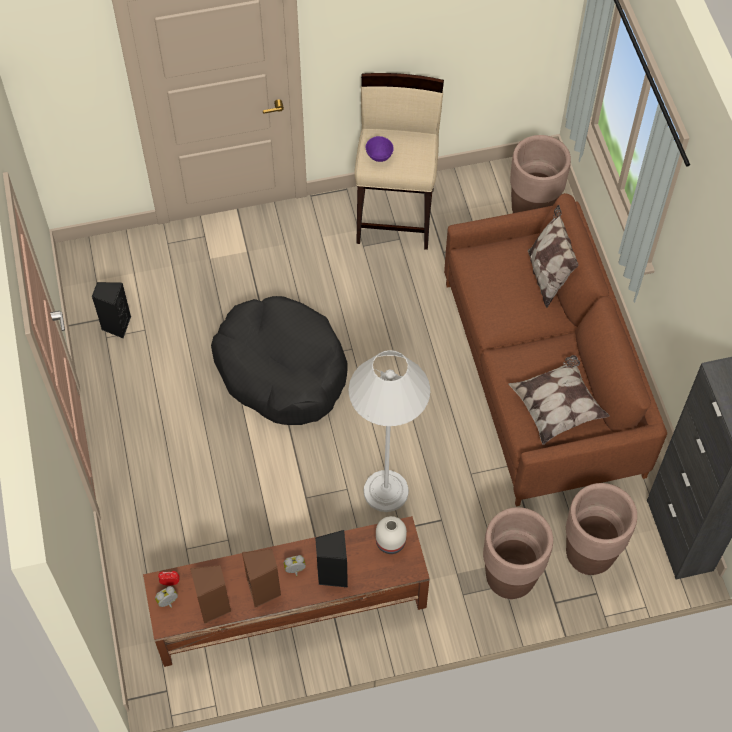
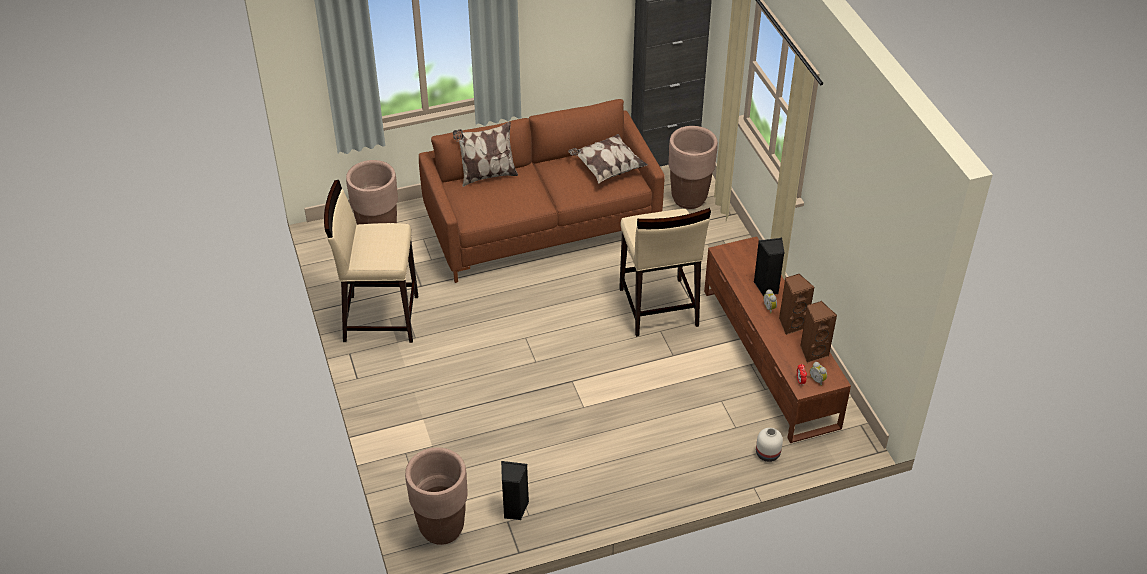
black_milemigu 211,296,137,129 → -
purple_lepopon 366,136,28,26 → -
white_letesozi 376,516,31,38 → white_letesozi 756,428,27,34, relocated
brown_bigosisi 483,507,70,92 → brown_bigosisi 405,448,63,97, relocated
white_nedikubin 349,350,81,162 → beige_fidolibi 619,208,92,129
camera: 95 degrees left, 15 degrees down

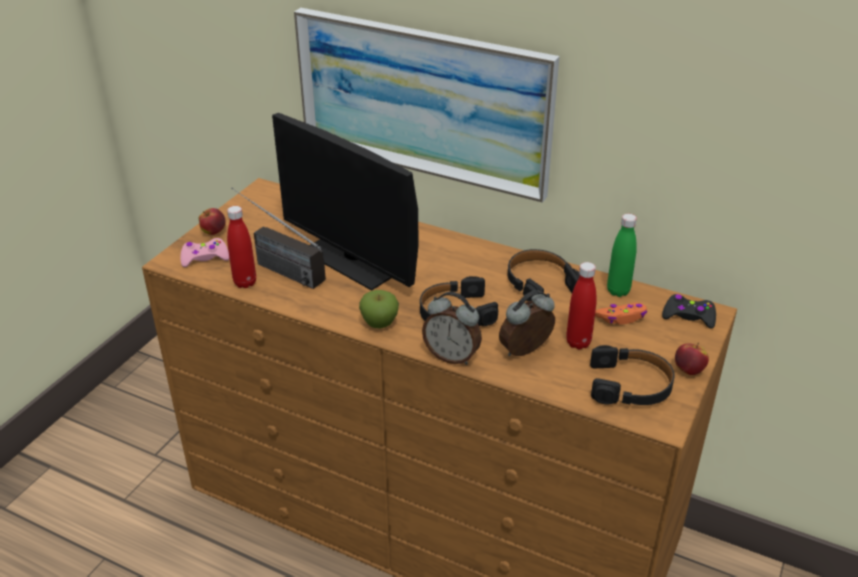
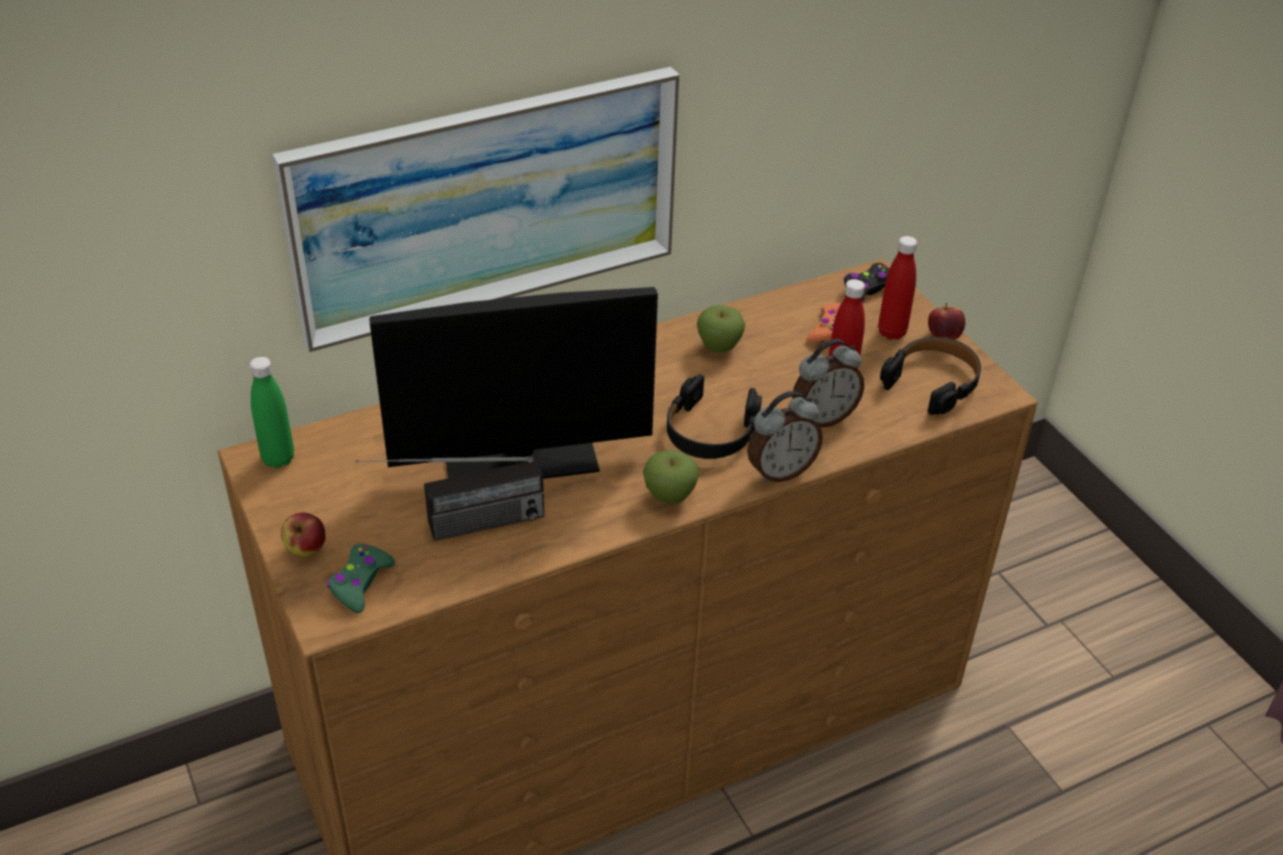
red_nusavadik 227,206,29,82 → red_nusavadik 878,236,39,103, relocated
green_nusavadik 607,214,30,83 → green_nusavadik 250,357,44,111, relocated
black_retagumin 508,249,72,53 → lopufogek 697,305,48,48
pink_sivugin 181,238,49,29 → green_sivugin 327,544,68,69
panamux 499,290,56,66 → panamux 792,339,72,89, 120 degrees counterclockwise
camera: 55 degrees left, 5 degrees up

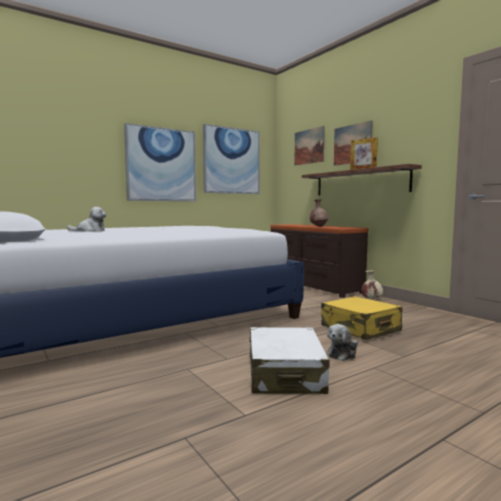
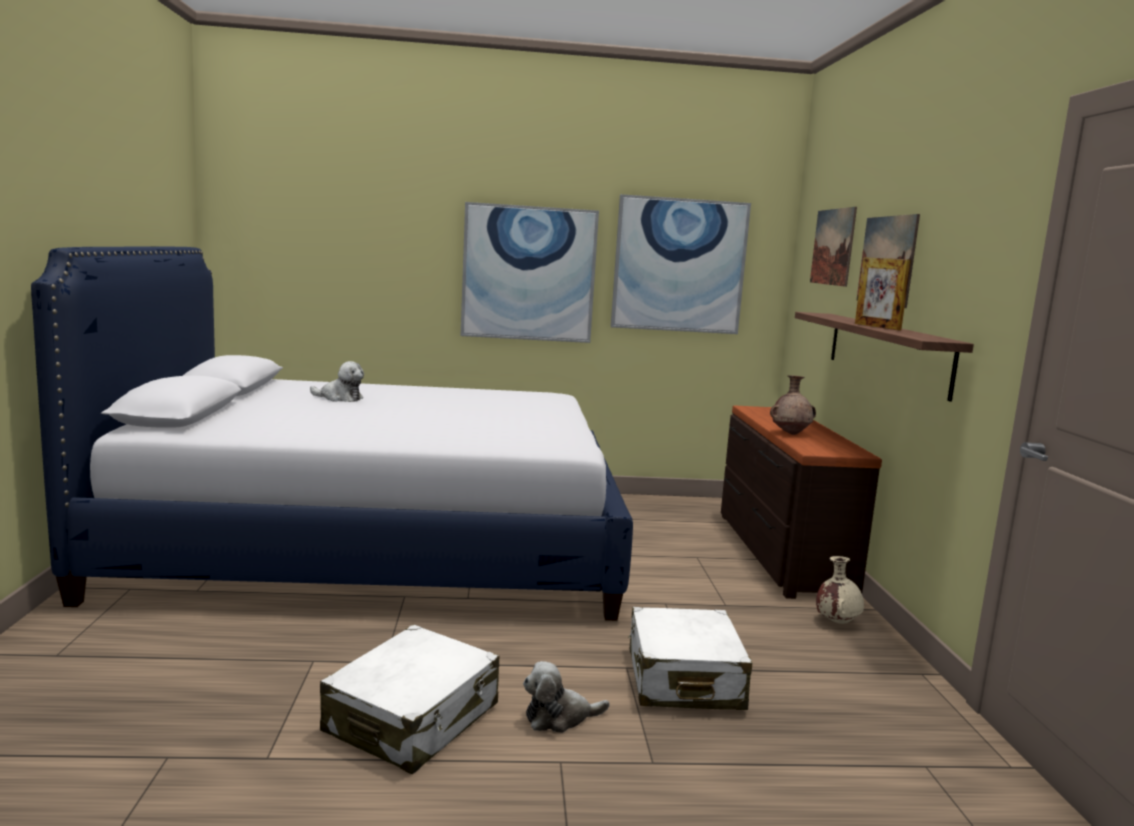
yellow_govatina 321,296,81,44 → white_govatina 628,607,124,103
camera: 30 degrees right, 5 degrees up

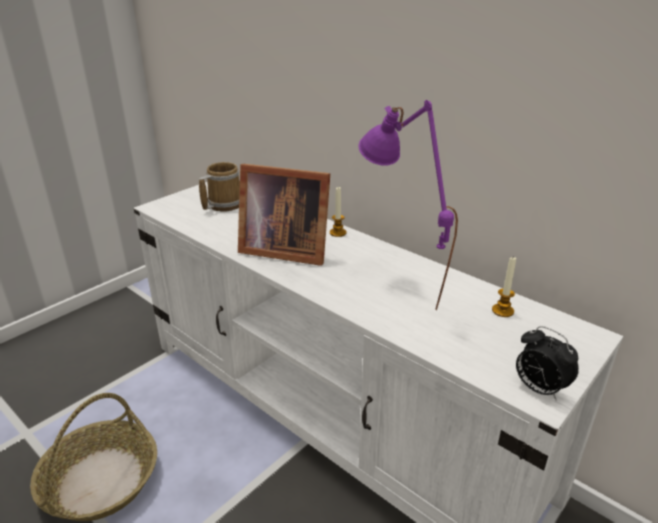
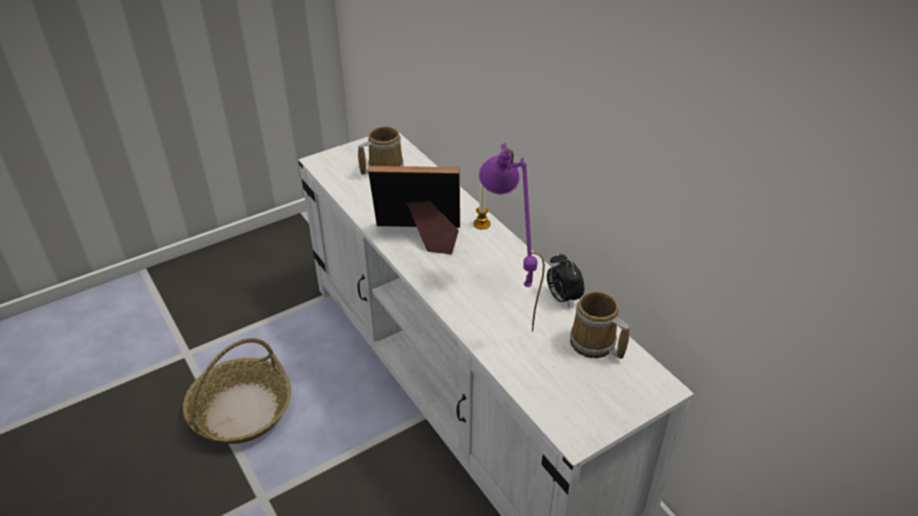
panamux 516,326,63,75 → panamux 547,252,37,55, relocated
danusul 492,256,24,61 → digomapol 570,291,59,68
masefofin 238,164,92,102 → masefofin 368,166,92,88, 150 degrees clockwise
camera: 15 degrees right, 10 degrees up

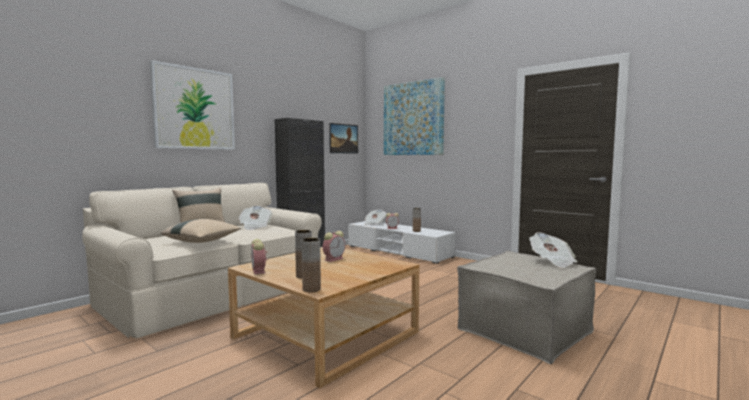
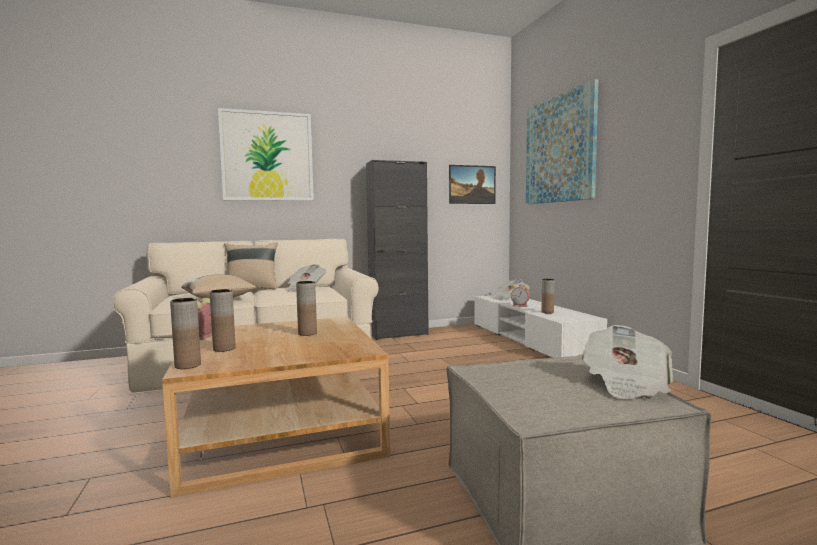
panamux 323,231,22,31 → brown_letesozi 296,281,21,55
camera: 30 degrees right, 0 degrees up

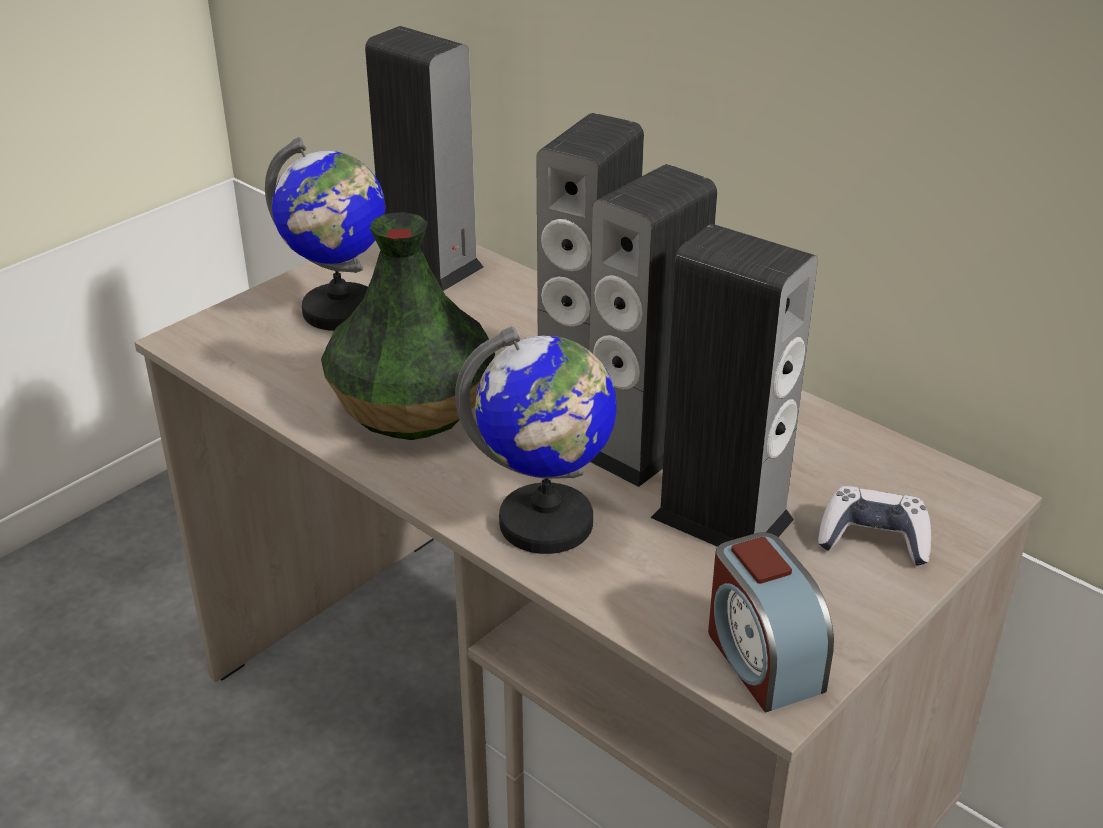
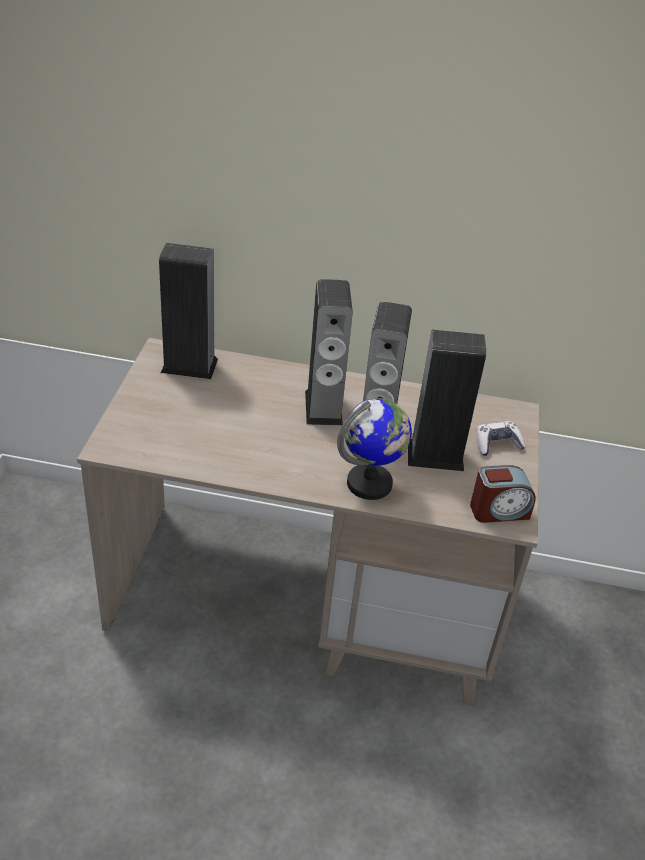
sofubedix 265,137,120,194 → -
letesozi 321,212,174,228 → -
panamux 708,532,126,180 → panamux 470,465,66,58, 45 degrees counterclockwise
camera: 35 degrees left, 5 degrees up

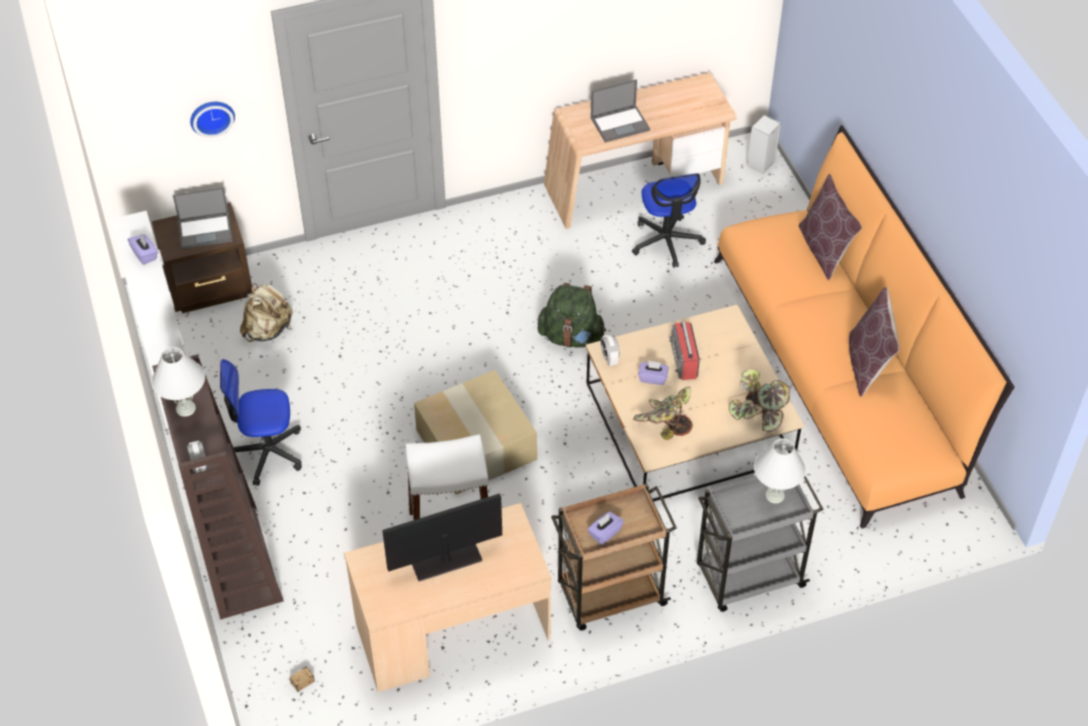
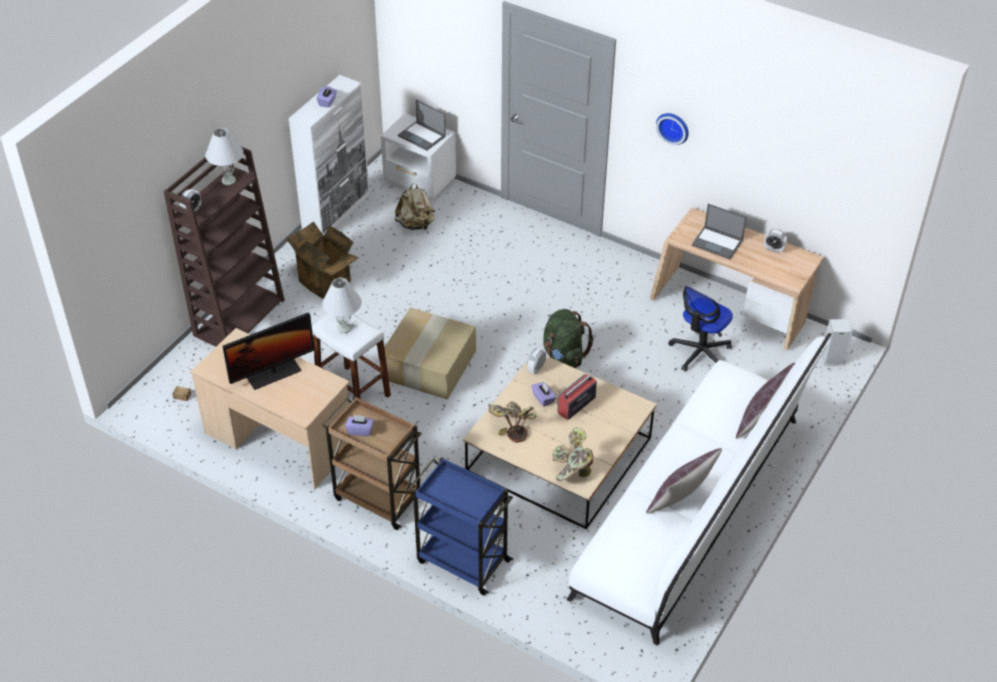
- → panamux 764,229,23,24
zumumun 190,102,45,36 → zumumun 656,113,33,32, relocated
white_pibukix 754,438,52,66 → white_pibukix 322,278,40,55, relocated
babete 220,359,82,127 → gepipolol 286,221,73,78
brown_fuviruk 152,203,100,110 → white_fuviruk 381,113,75,88
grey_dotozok 697,476,126,136 → blue_dotozok 409,457,104,138
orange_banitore 714,125,301,404 → white_banitore 566,333,266,313
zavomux 382,494,120,87 → zavomux 222,312,93,78, 120 degrees clockwise
camera: 50 degrees right, 5 degrees down

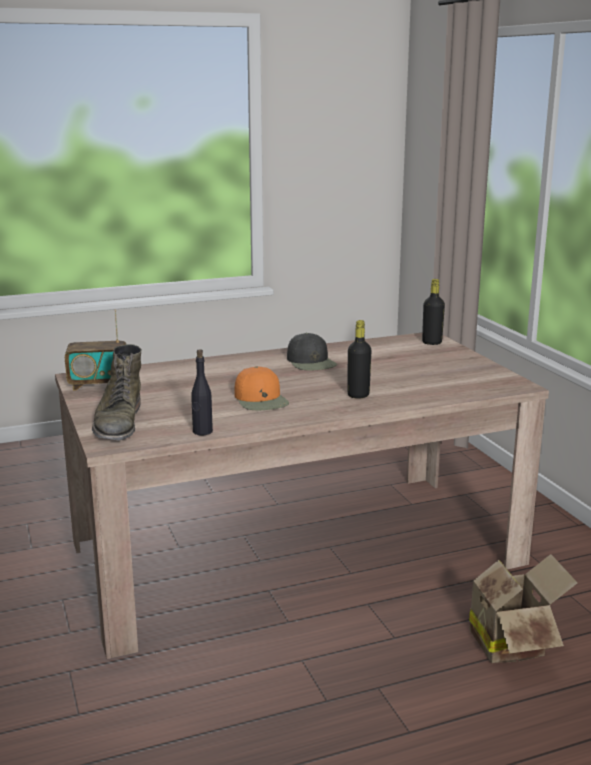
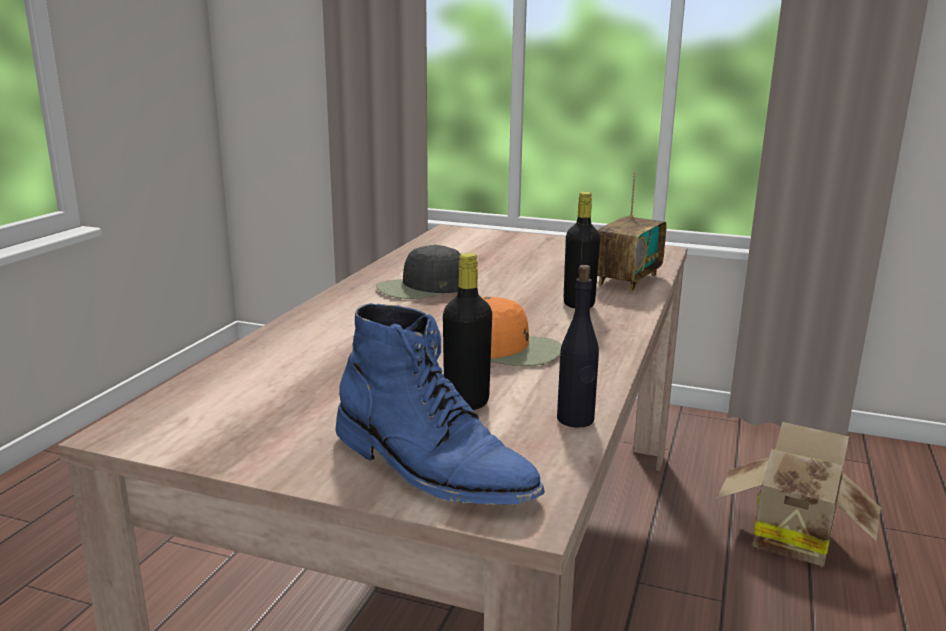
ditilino 65,309,61,82 → ditilino 597,172,70,120, relocated
black_nusavadik 422,279,23,66 → black_nusavadik 443,253,49,157, relocated
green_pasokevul 92,344,49,97 → blue_pasokevul 336,303,209,202
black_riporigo 287,333,50,37 → black_riporigo 376,244,85,55, 135 degrees clockwise
camera: 50 degrees left, 0 degrees up

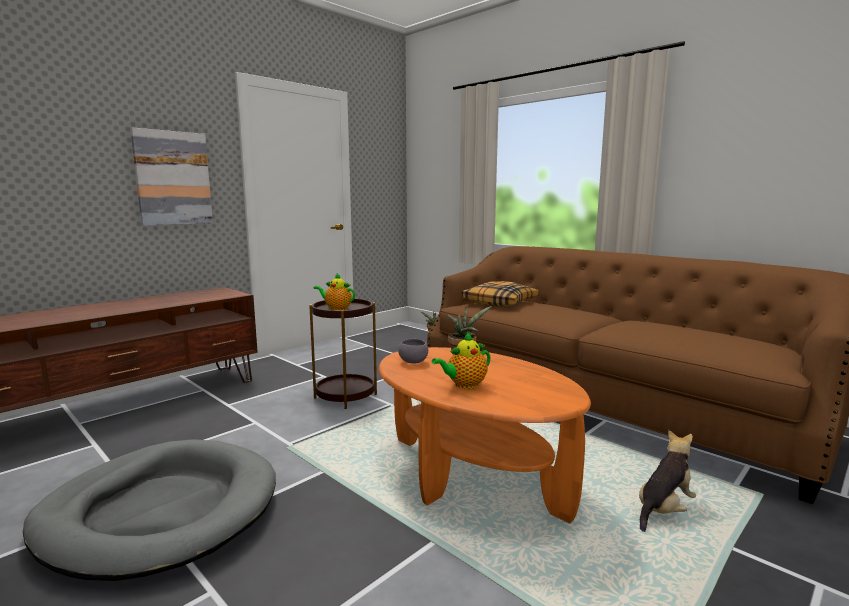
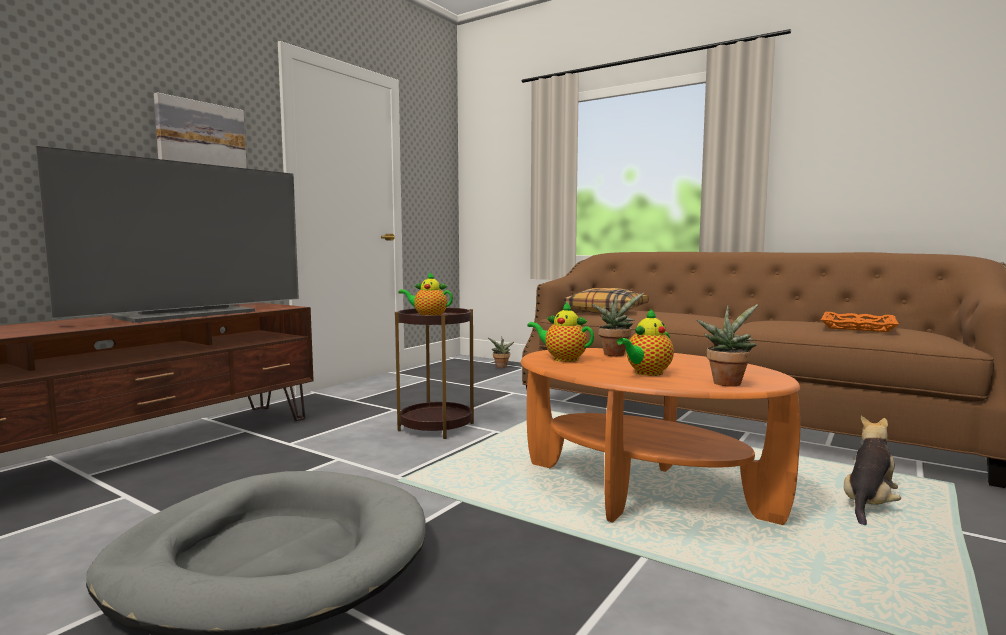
- → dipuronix 36,146,263,177
- → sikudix 697,304,61,83
- → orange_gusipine 821,312,78,20
grey_lepopon 398,339,30,24 → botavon 527,302,67,60
camera: 10 degrees left, 5 degrees down

